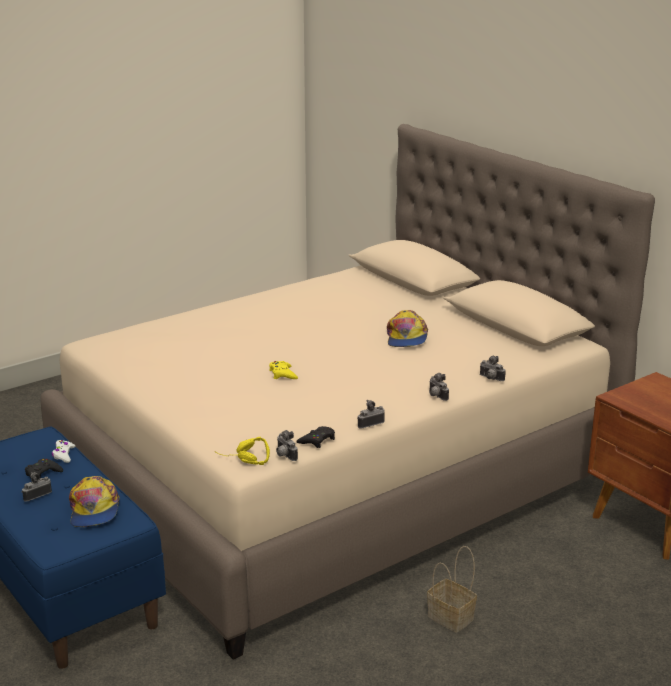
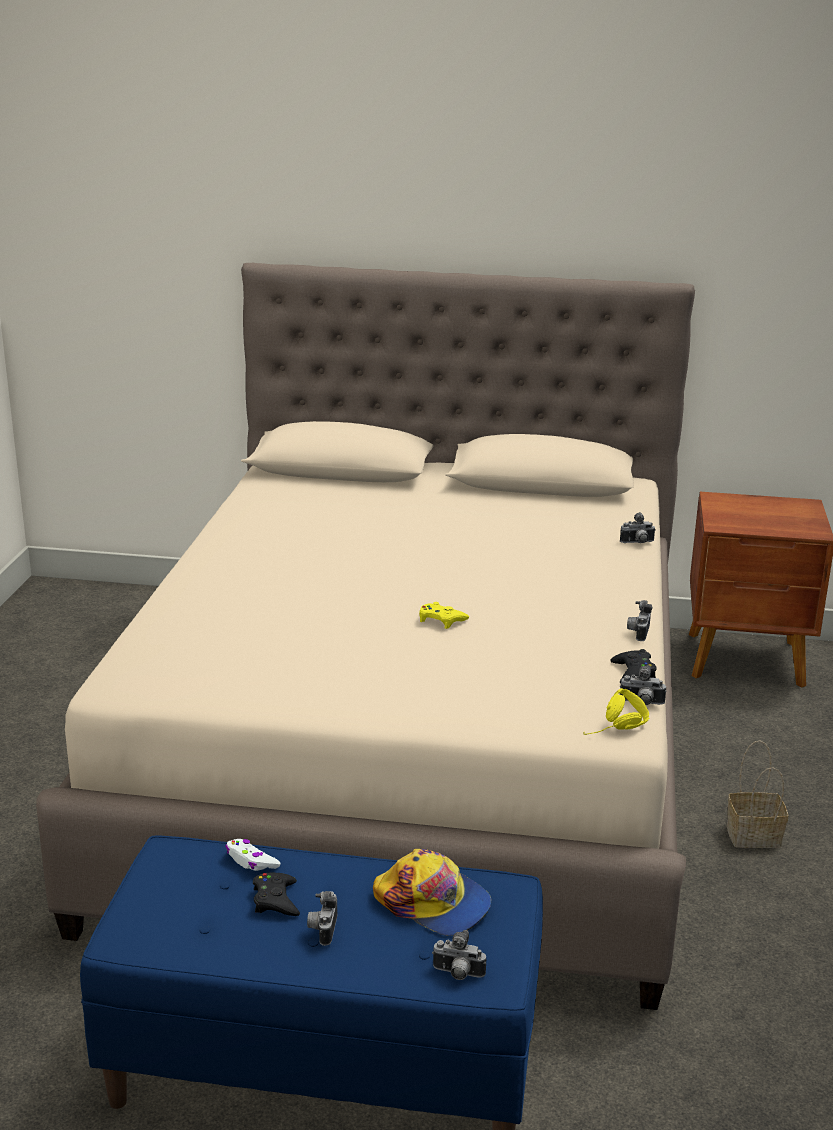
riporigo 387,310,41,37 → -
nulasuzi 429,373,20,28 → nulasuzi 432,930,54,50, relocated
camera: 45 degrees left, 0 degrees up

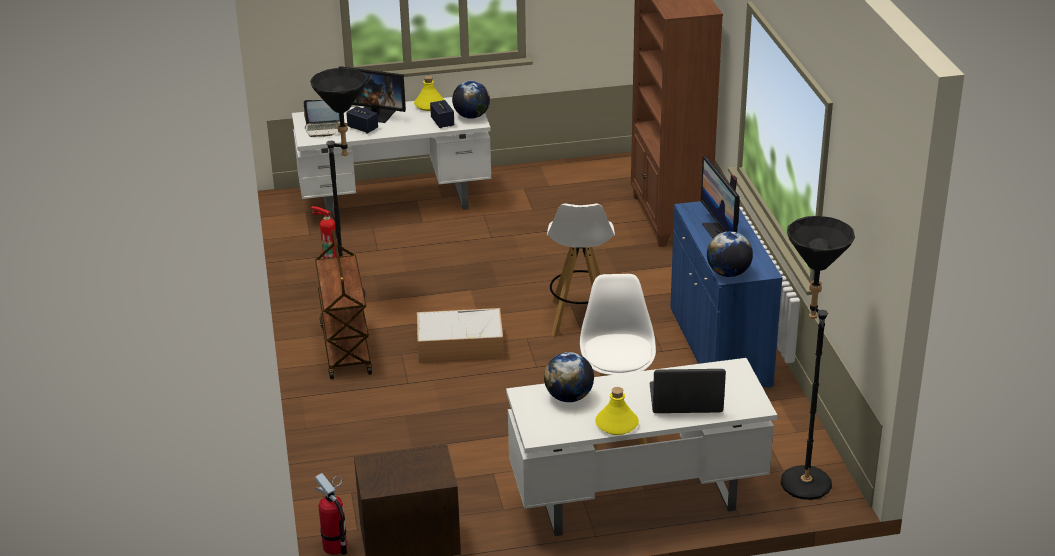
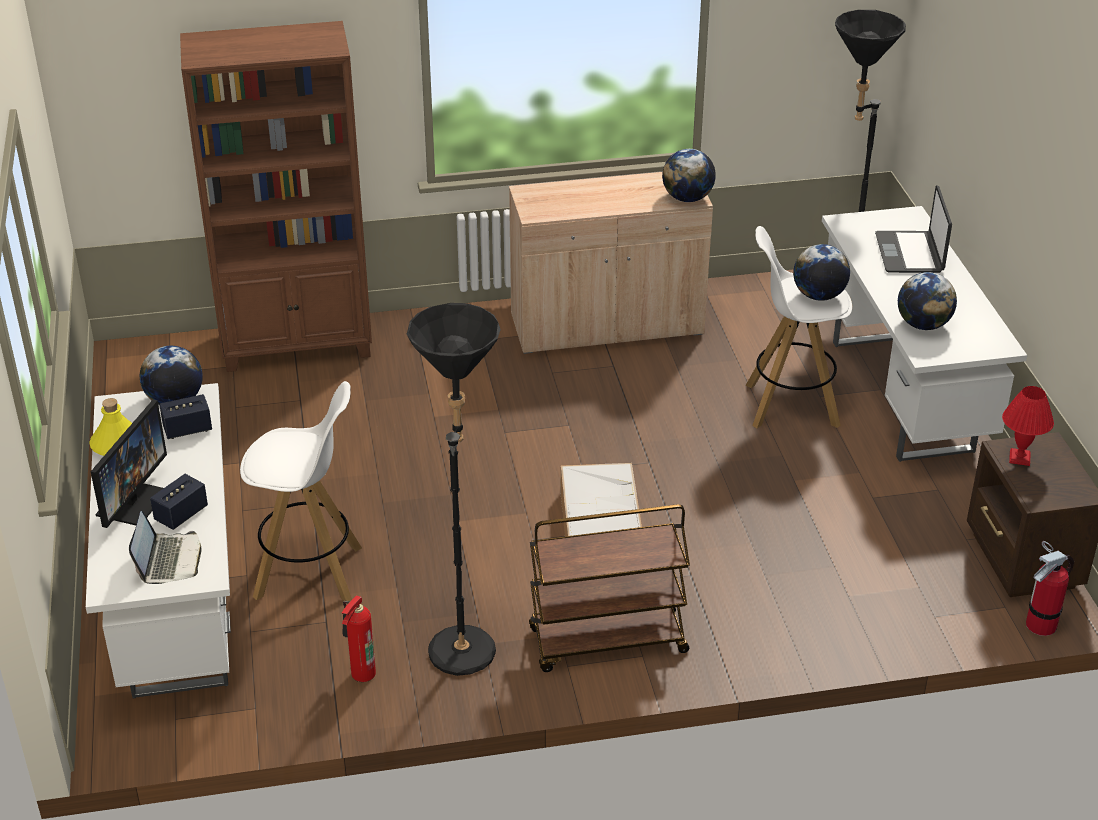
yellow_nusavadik 595,387,44,48 → -
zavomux 701,156,39,82 → -
- → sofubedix 793,244,57,57
- → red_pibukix 1002,386,52,80
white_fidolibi 547,203,68,134 → white_fidolibi 240,381,122,220, relocated
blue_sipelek 670,201,113,188 → beige_sipelek 509,172,204,182
camera: 90 degrees left, 5 degrees up

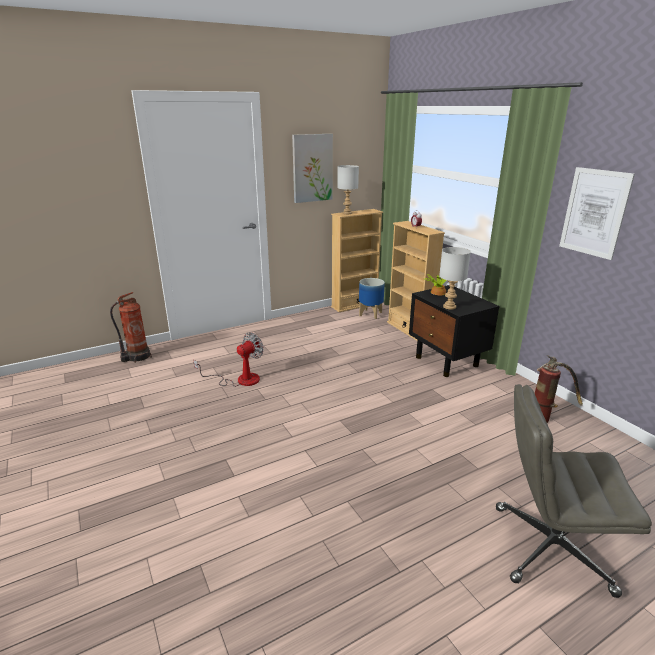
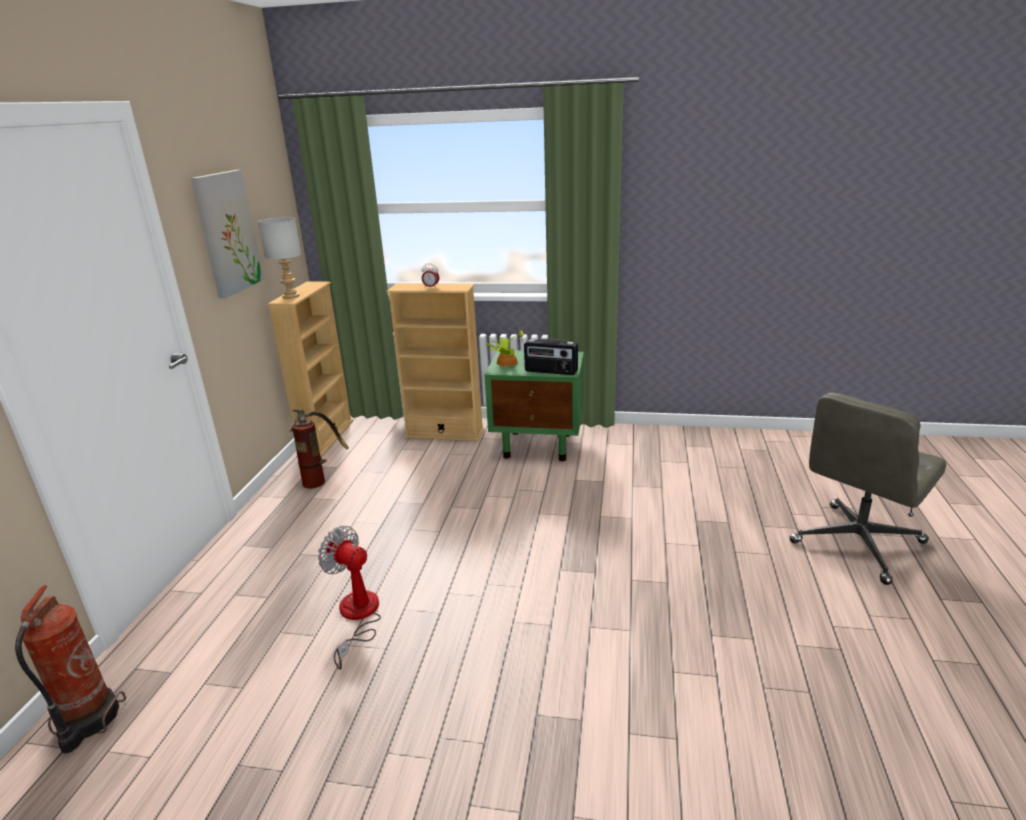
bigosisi 359,278,26,41 → -
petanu 559,167,76,93 → -
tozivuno 535,356,48,67 → tozivuno 289,409,60,80, relocated
grey_pibukix 439,247,32,63 → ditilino 524,339,54,36
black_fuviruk 409,285,90,92 → green_fuviruk 484,350,100,111
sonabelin 193,332,71,55 → sonabelin 318,526,63,143, 45 degrees counterclockwise
camera: 50 degrees left, 0 degrees up

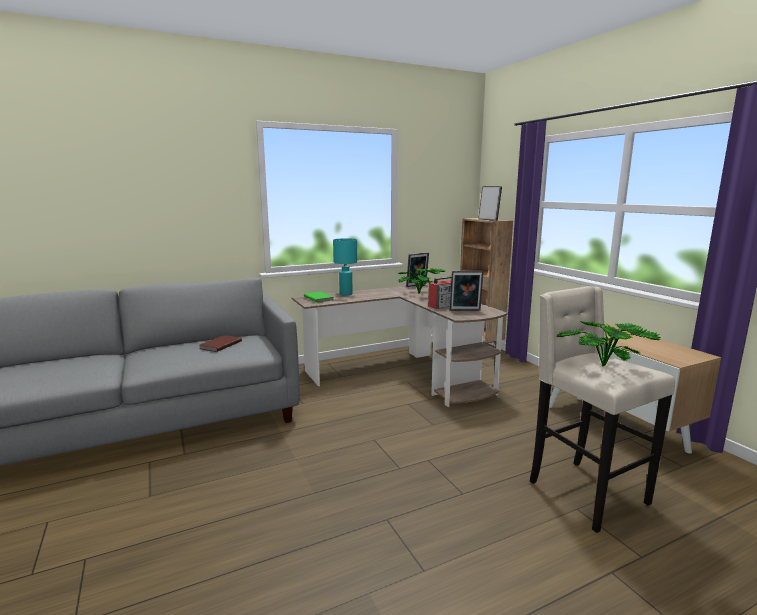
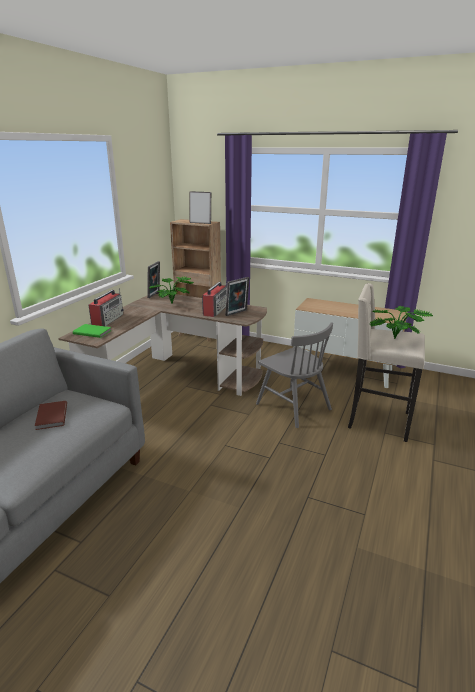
- → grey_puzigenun 256,322,77,106
turquoise_pibukix 333,238,24,58 → ditilino 89,288,35,38
camera: 40 degrees left, 10 degrees up

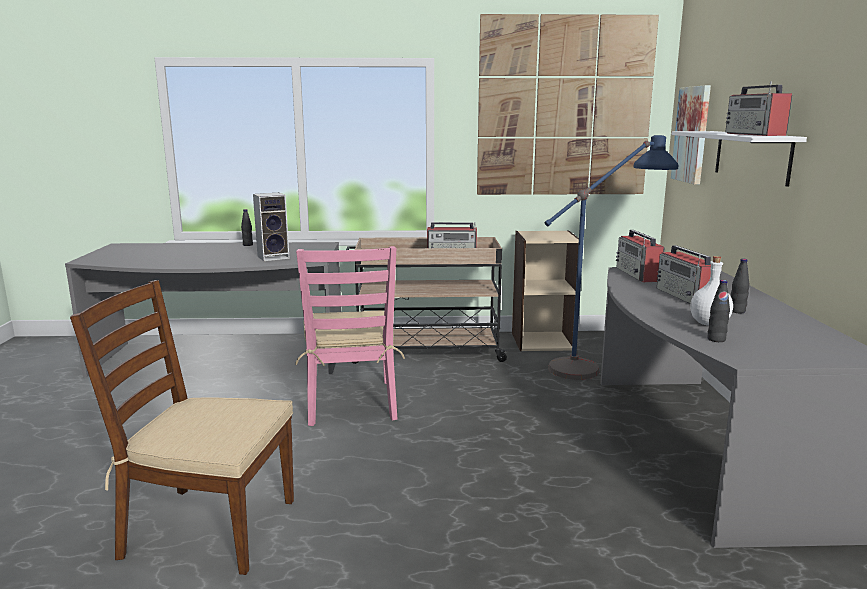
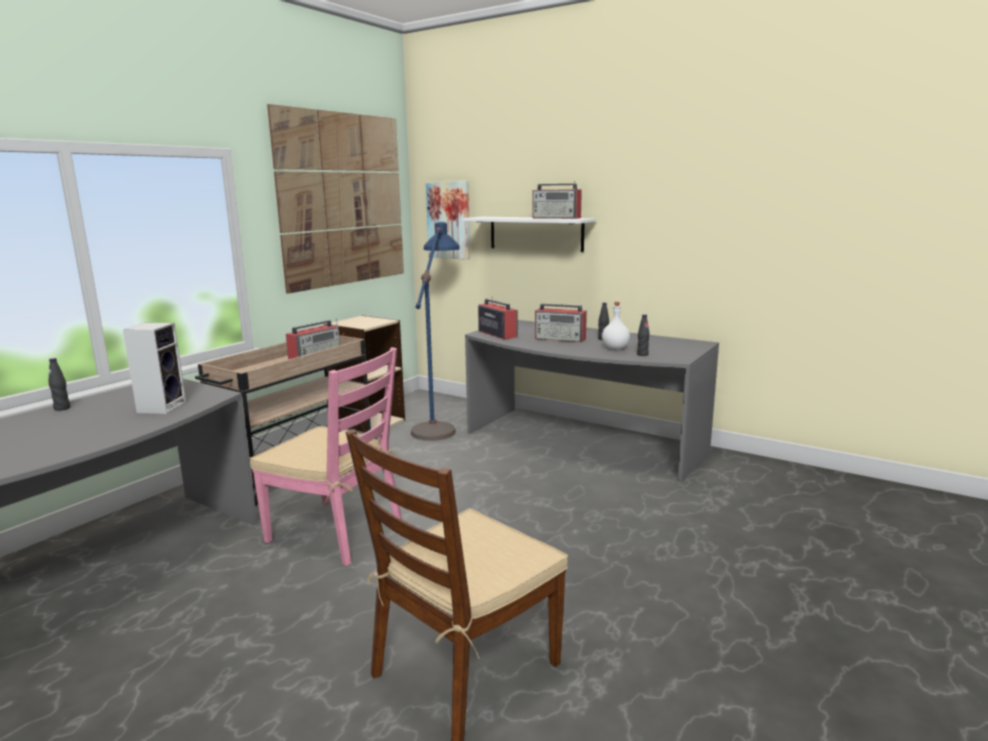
ditilino 616,230,49,52 → ditilino 478,296,40,44, 150 degrees counterclockwise
camera: 55 degrees left, 0 degrees up

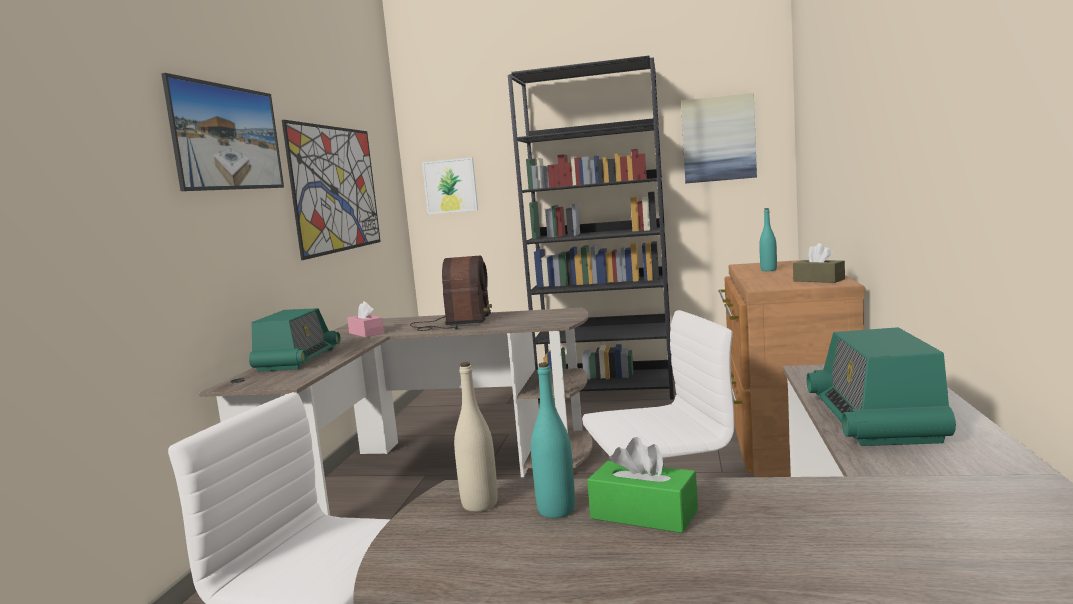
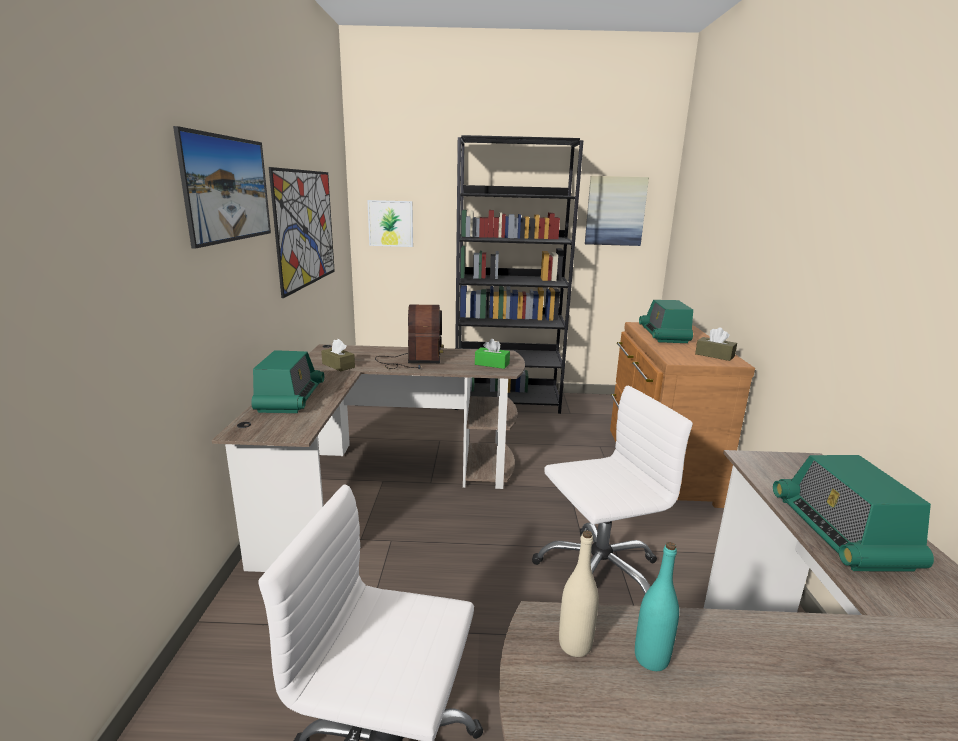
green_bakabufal 587,437,111,96 → green_bakabufal 475,339,35,30, relocated
turquoise_nusavadik 759,208,18,63 → ditilino 639,300,54,43
pink_bakabufal 347,301,37,36 → brown_bakabufal 321,339,34,33
camera: 10 degrees left, 10 degrees up

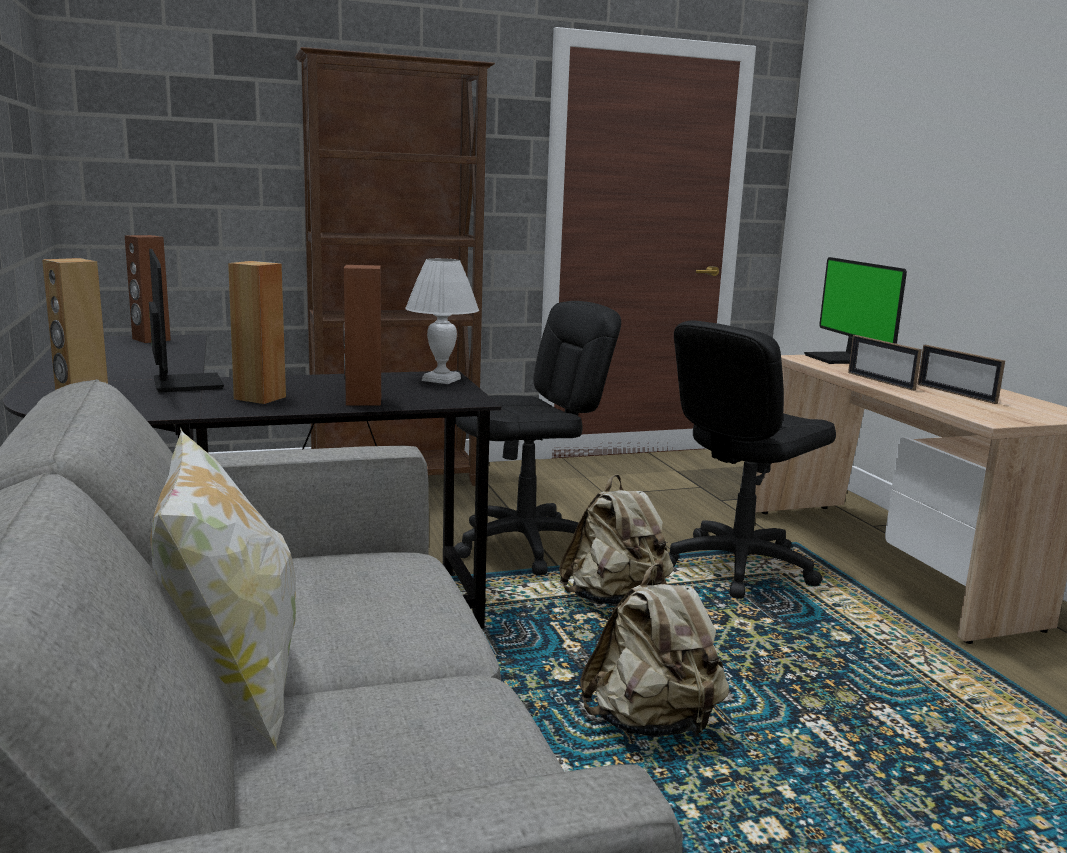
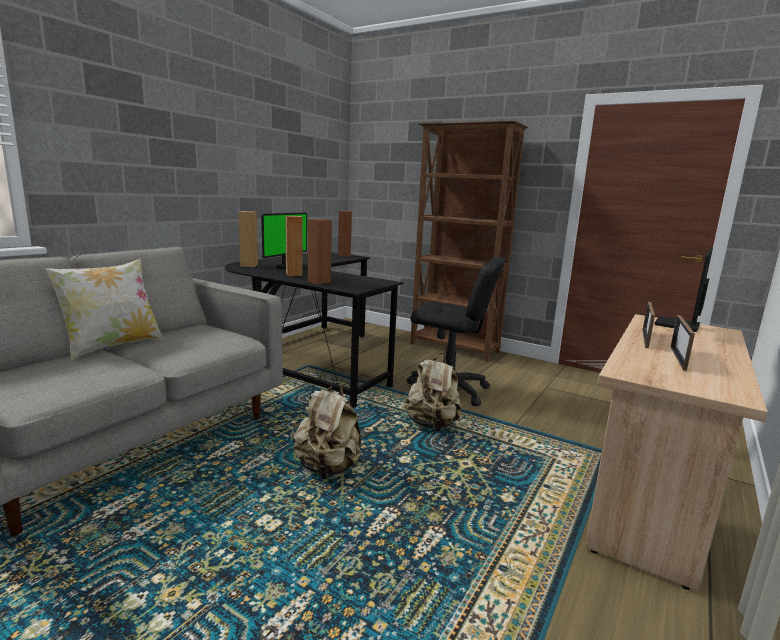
white_pibukix 405,258,74,126 → -
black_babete 668,321,168,278 → -
camera: 50 degrees right, 0 degrees up

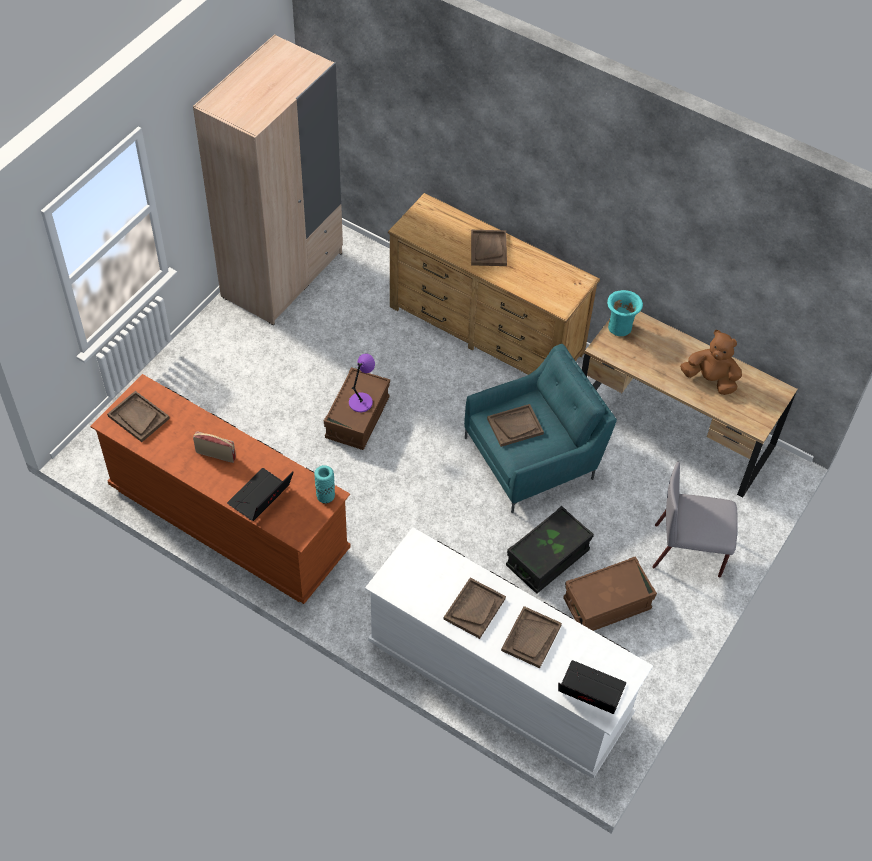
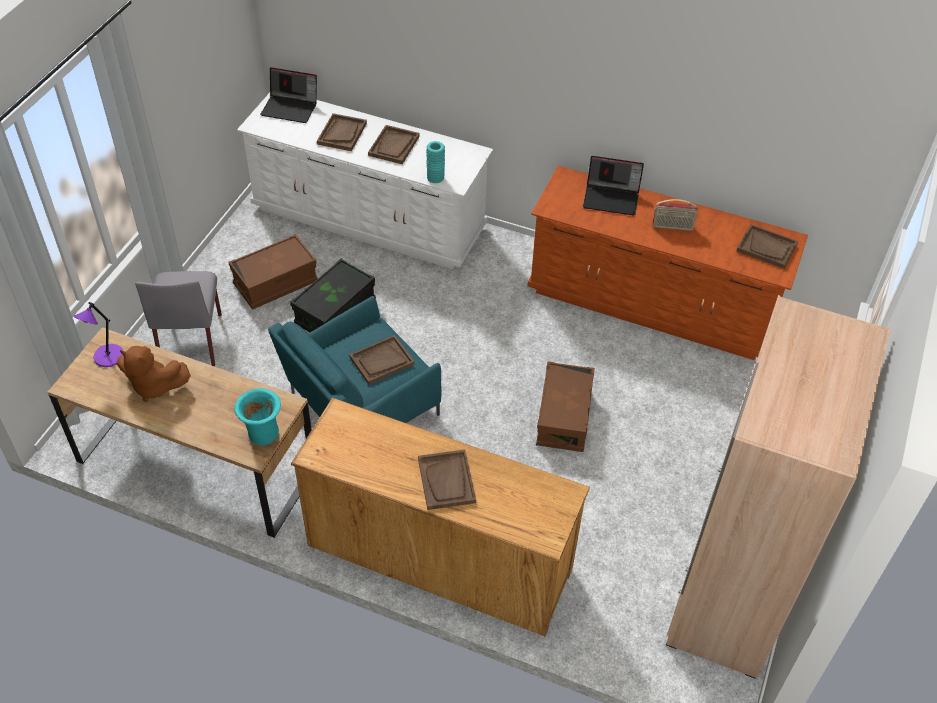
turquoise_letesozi 314,465,21,38 → turquoise_letesozi 426,141,19,42, relocated
purple_pibukix 349,354,26,58 → purple_pibukix 73,302,50,65, relocated
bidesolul 227,468,67,53 → bidesolul 583,156,61,59, 75 degrees clockwise
grey_puzigenun 652,461,86,117 → grey_puzigenun 135,271,87,95, 90 degrees clockwise
camera: 170 degrees right, 5 degrees down

